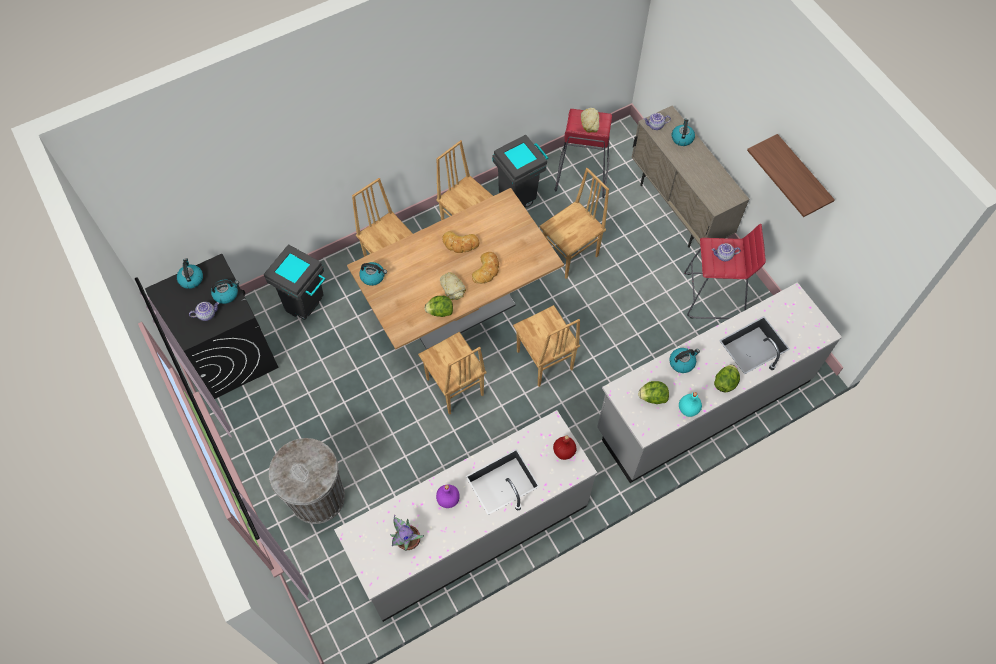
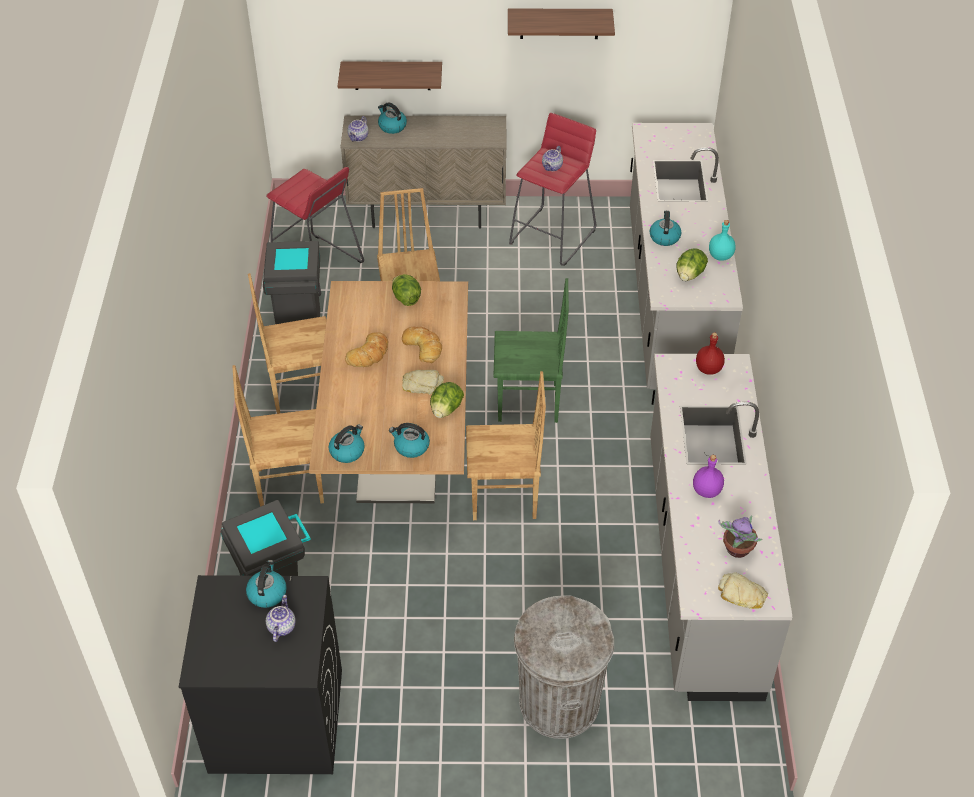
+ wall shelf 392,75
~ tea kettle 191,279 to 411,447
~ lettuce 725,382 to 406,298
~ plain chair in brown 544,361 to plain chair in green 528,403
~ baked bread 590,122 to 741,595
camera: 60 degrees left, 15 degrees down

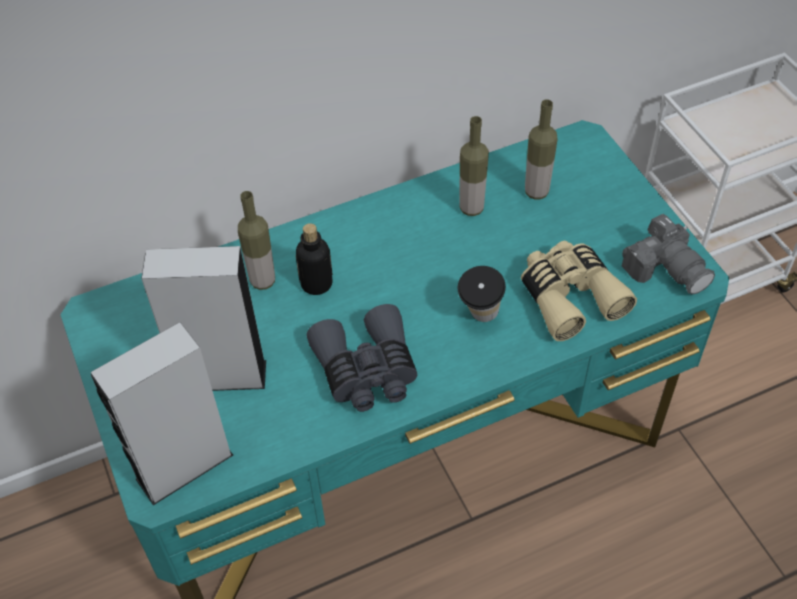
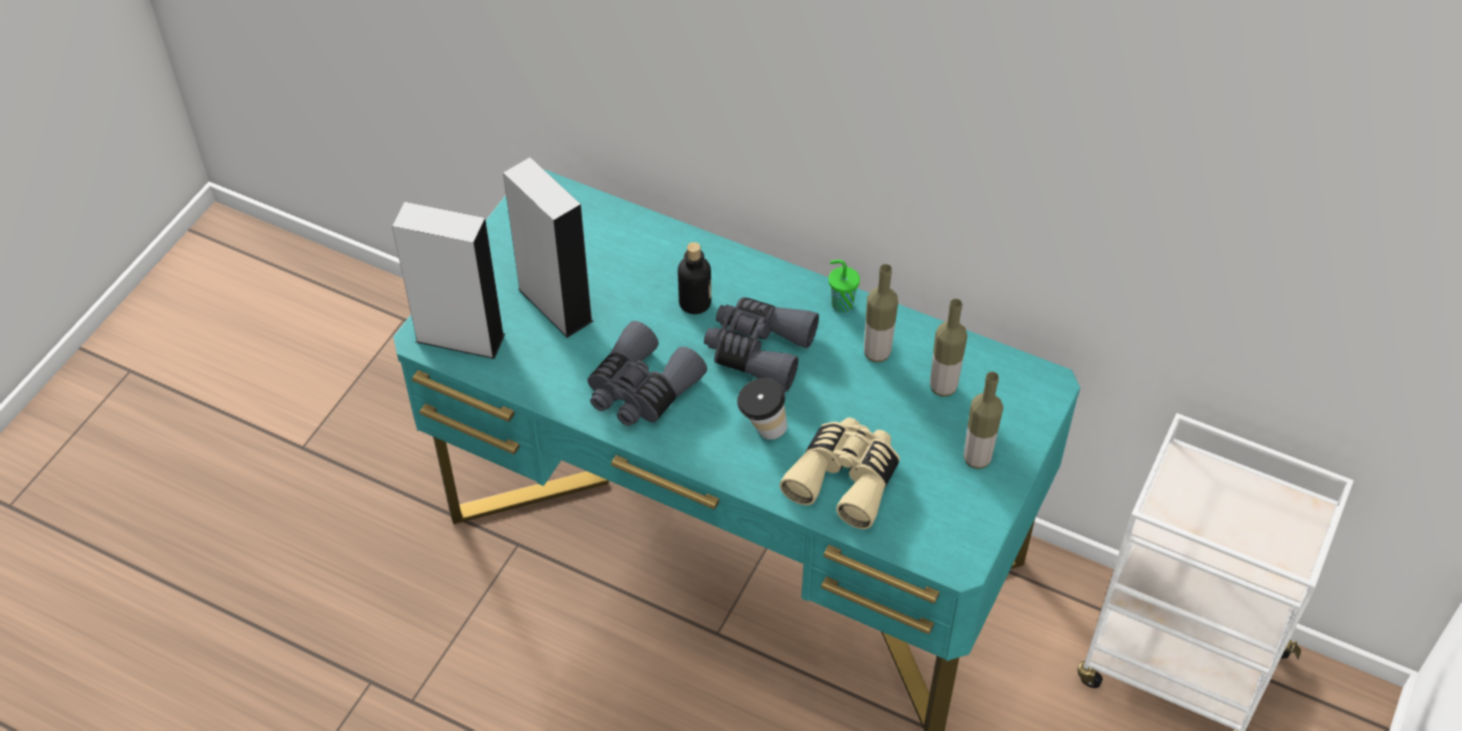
+ field glasses in grey 758,350
+ drinking cup in green 841,304
~ drink bottle 262,281 to 977,458
- still camera 666,268
camera: 50 degrees right, 0 degrees up

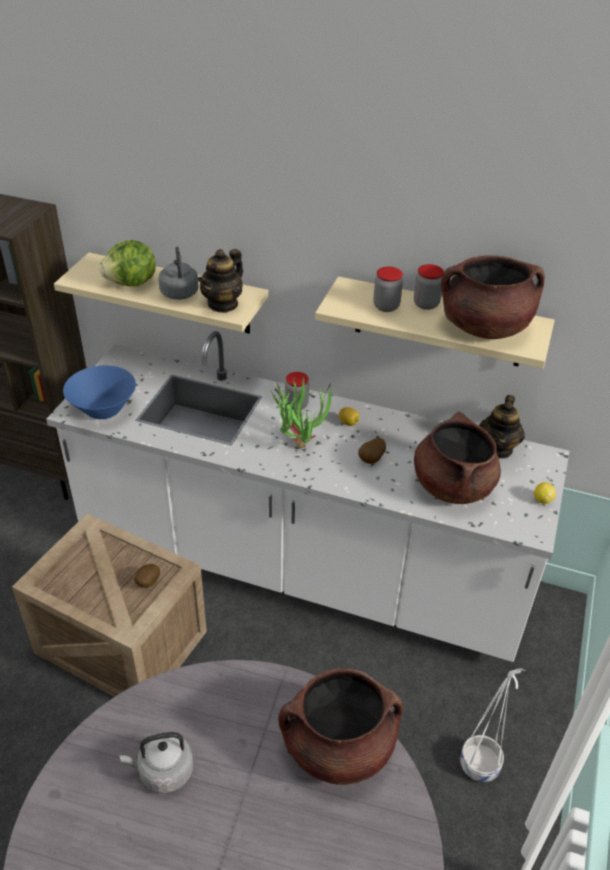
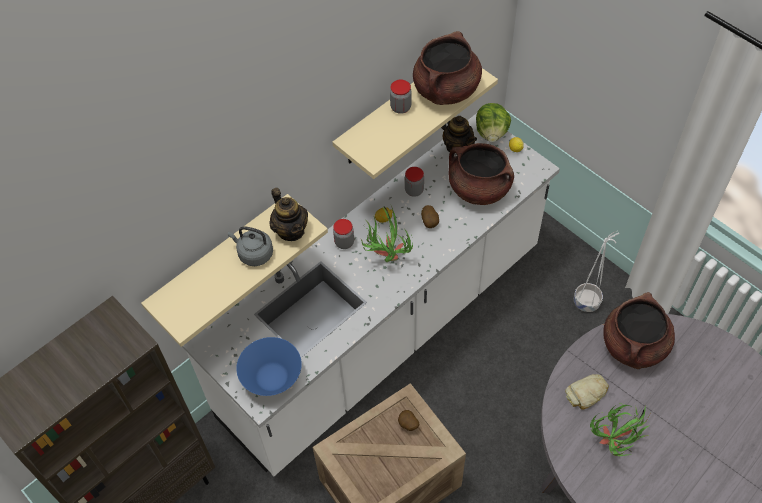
~ storage jar 386,306 to 414,190
~ lettuce 132,283 to 491,133
+ baked bread 587,393
~ tea kettle in grey 163,772 to plant in a pot 615,444
camera: 60 degrees left, 15 degrees up

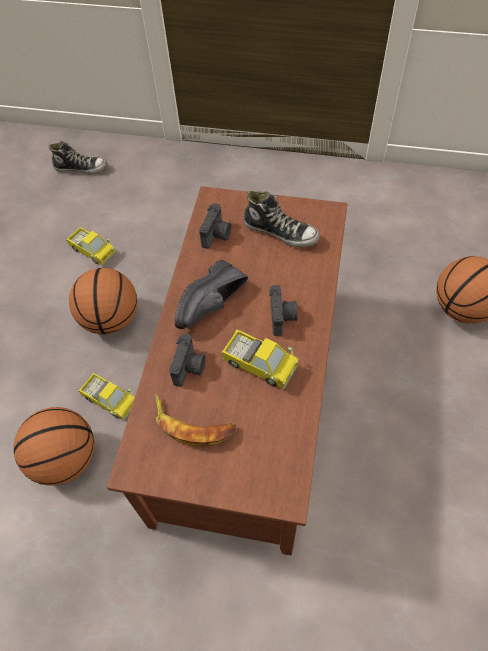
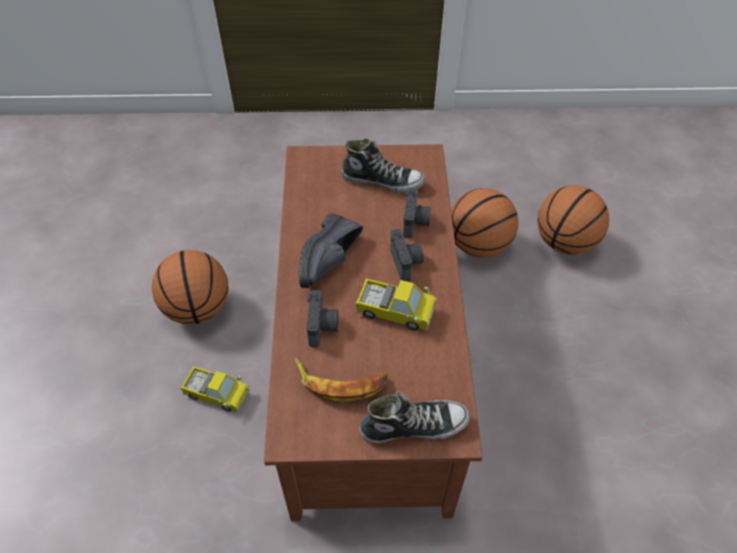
~ shoe 81,168 to 414,426
~ still camera 217,235 to 416,222
~ basketball ball 65,458 to 478,244
- model truck 93,251
camera: 15 degrees left, 5 degrees down

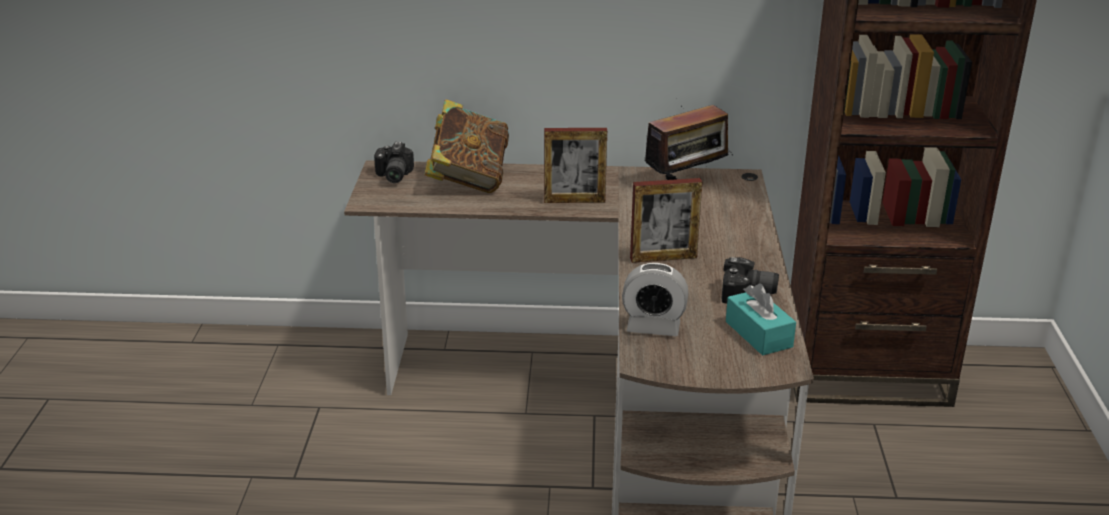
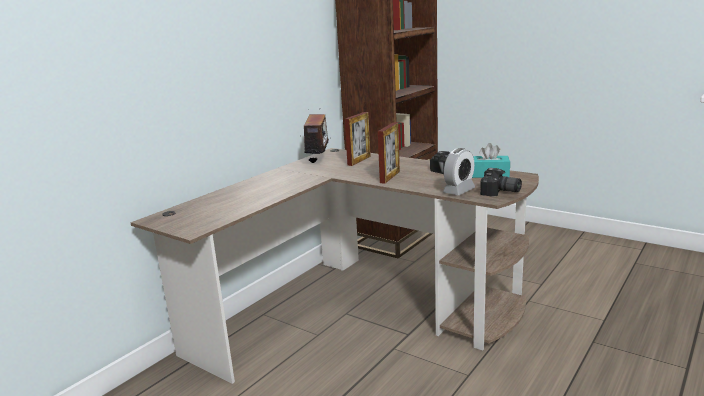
~ picture frame 574,200 to 359,161
~ still camera 392,176 to 500,193
- bound book 468,180
camera: 55 degrees left, 10 degrees down

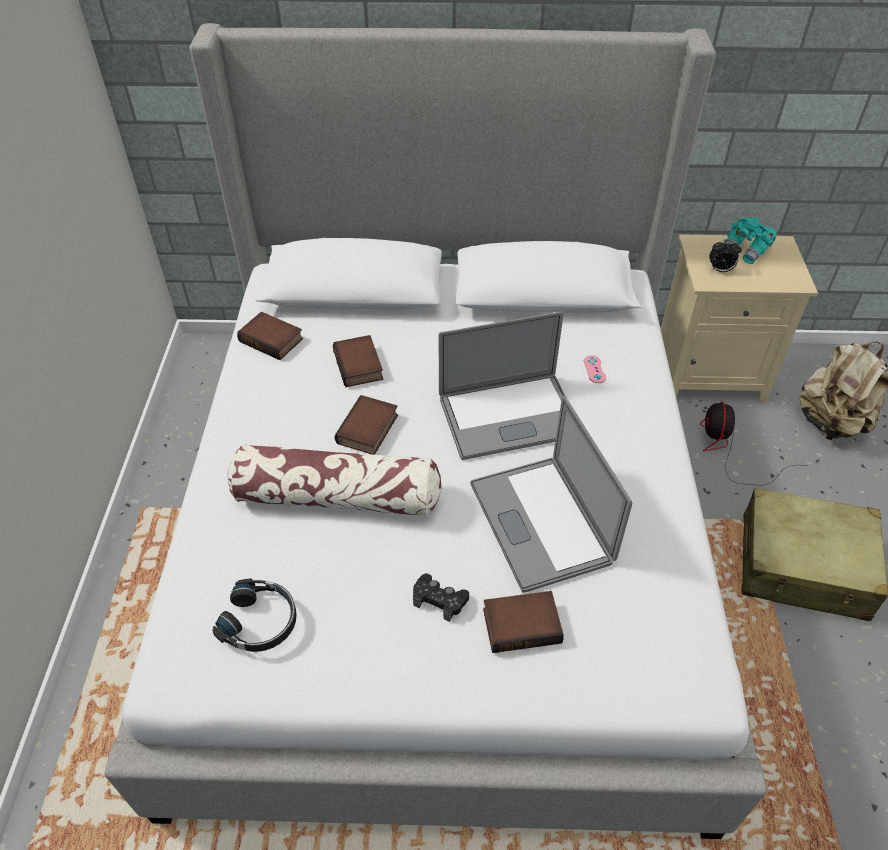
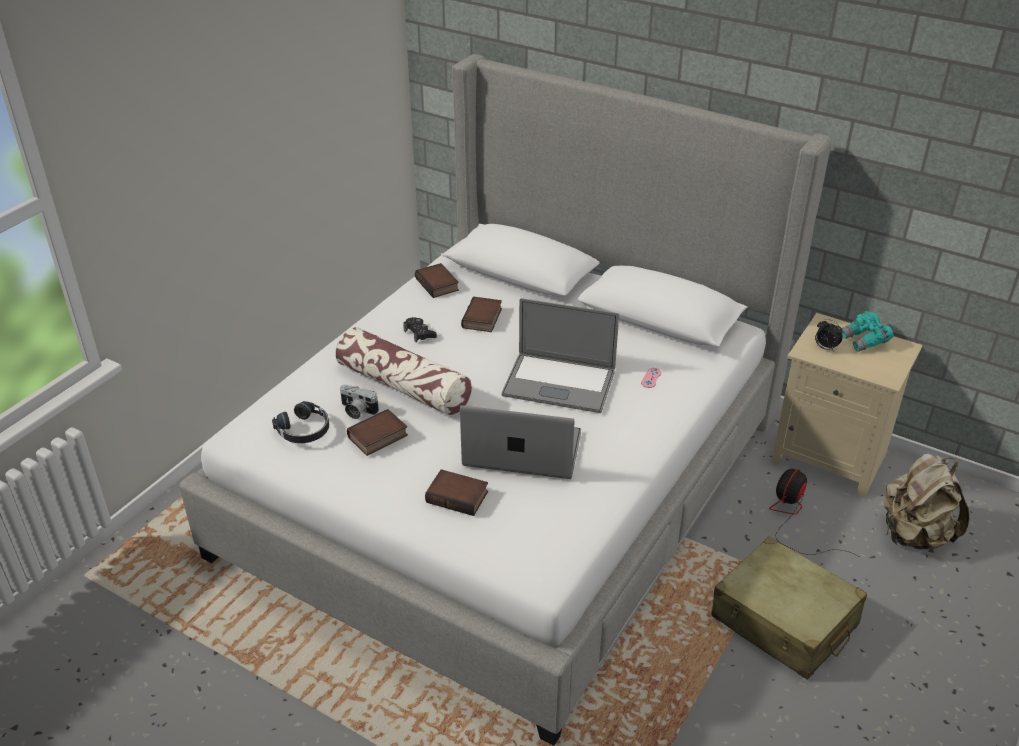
+ still camera 357,411
~ bound book 368,430 to 378,437
~ gamepad in black-coloured 439,600 to 419,333
~ notebook computer 540,522 = 522,449 90 degrees clockwise
camera: 30 degrees right, 10 degrees down

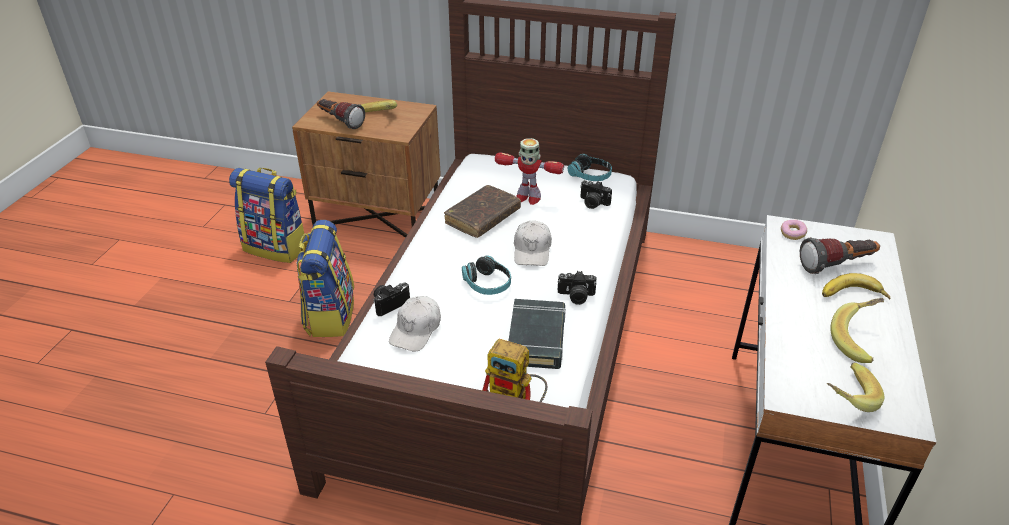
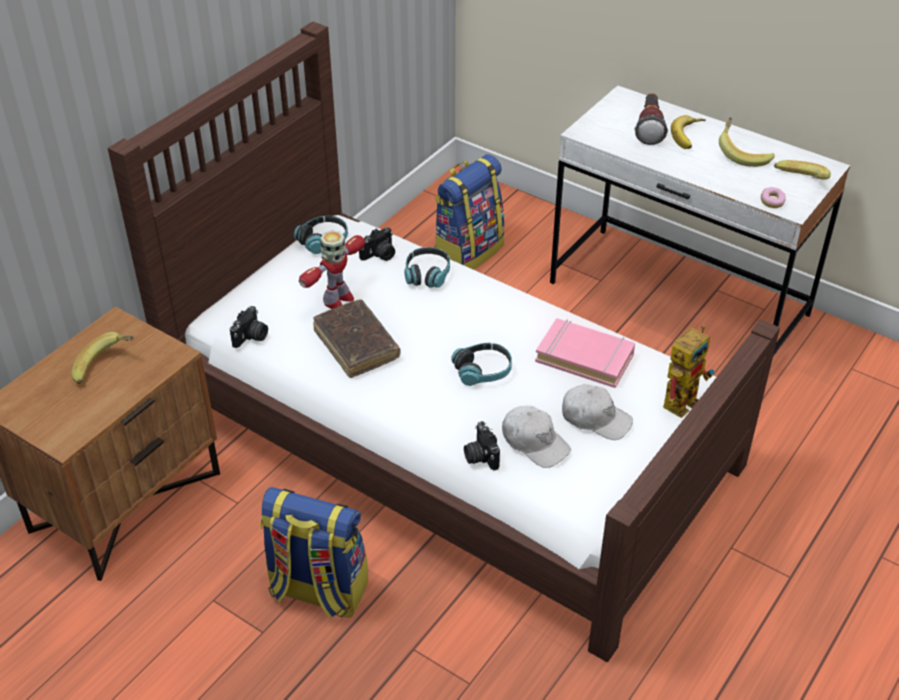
~ still camera 576,296 to 251,337
+ headset 427,274
~ knapsack 277,247 to 467,252
~ bound book in black-coloured 537,338 to bound book in pink-coloured 585,357
~ cap in white-coloured 532,250 to 595,418
~ doughnut 792,234 to 772,202
- flashlight 339,121
camera: 70 degrees left, 5 degrees up

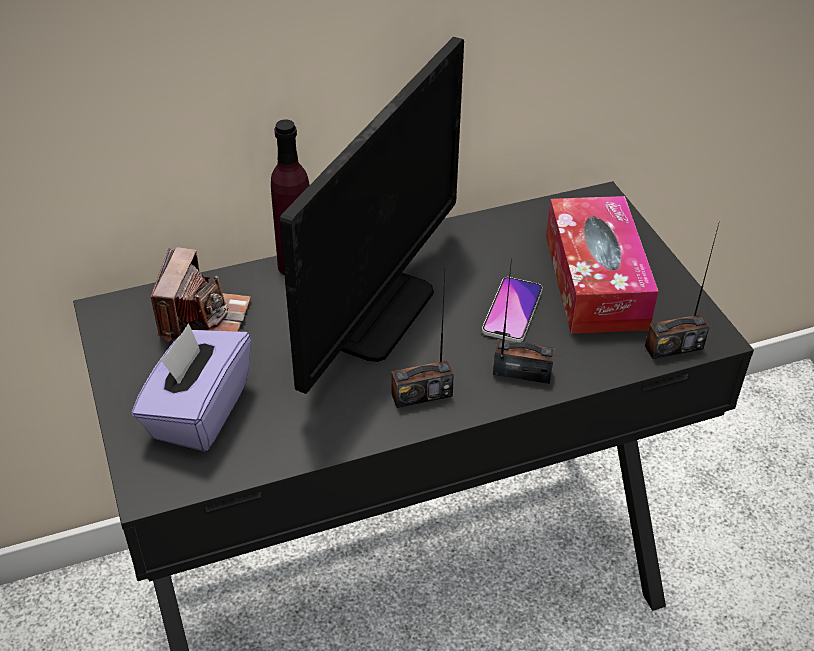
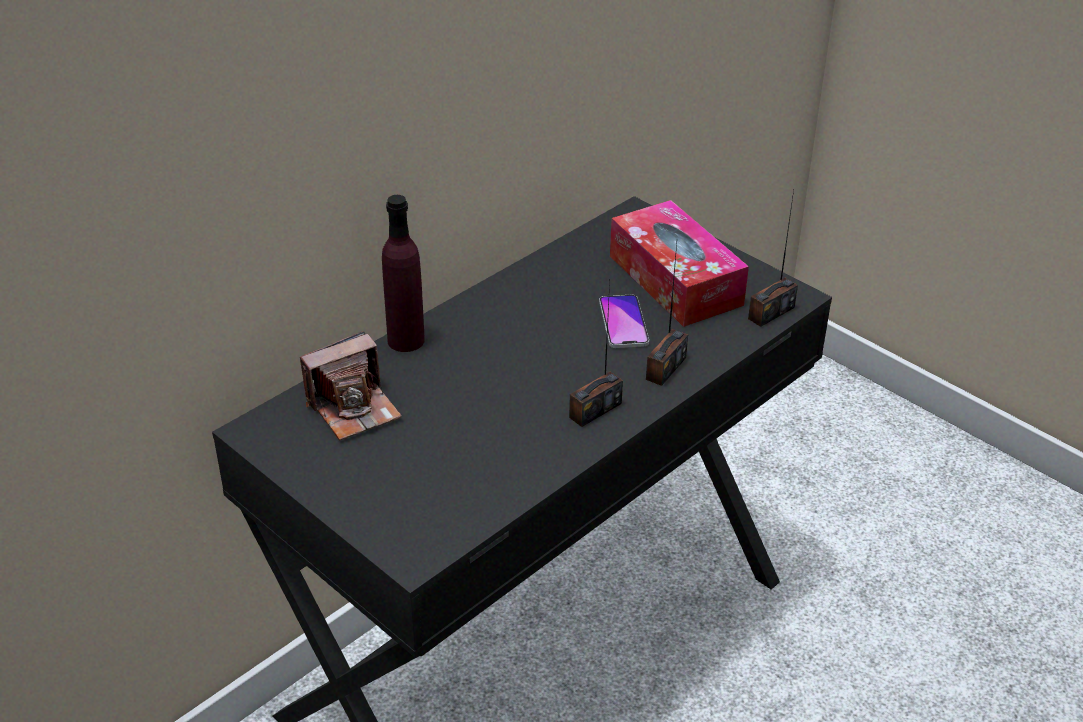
~ still camera 204,318 = 354,408 75 degrees clockwise
~ radio receiver 522,373 = 665,368 135 degrees clockwise
- tissue box in purple-coloured 198,411
- monitor 374,312
camera: 25 degrees left, 5 degrees down

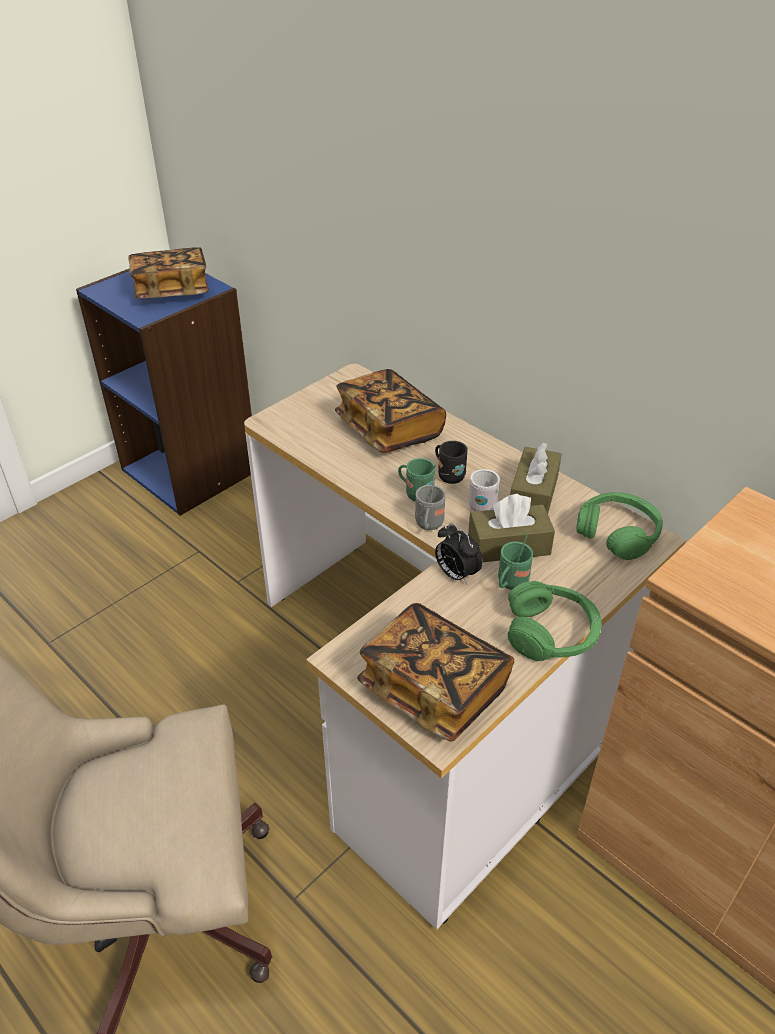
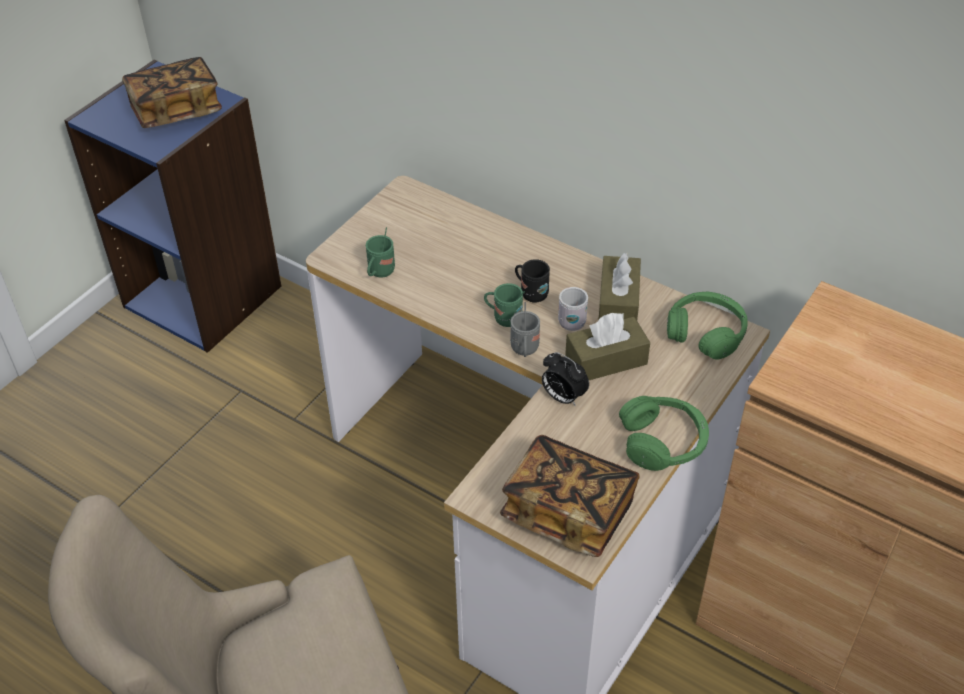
~ coffee mug in green 510,585 to 379,273
- bound book 389,429
camera: 10 degrees left, 5 degrees up

